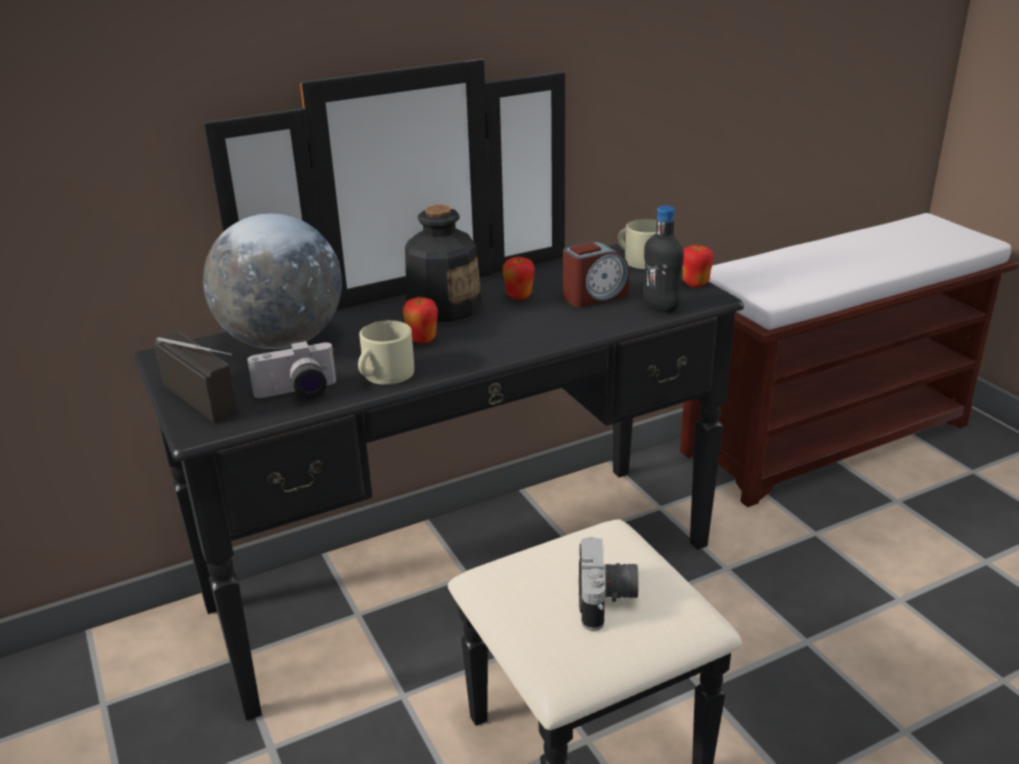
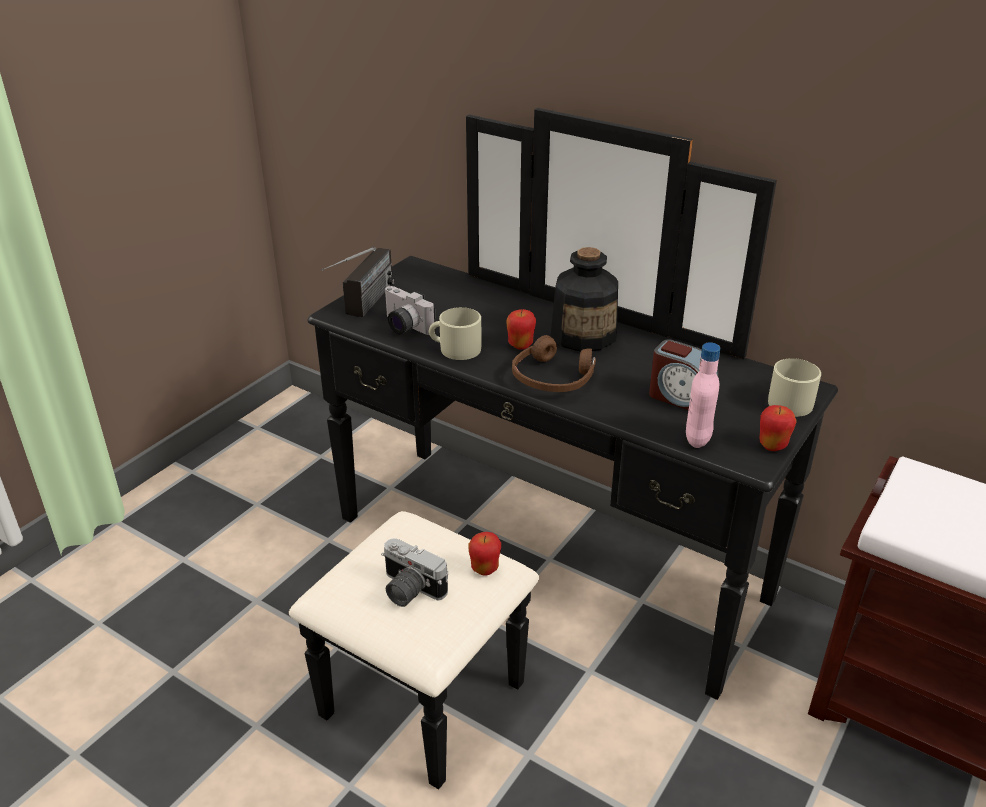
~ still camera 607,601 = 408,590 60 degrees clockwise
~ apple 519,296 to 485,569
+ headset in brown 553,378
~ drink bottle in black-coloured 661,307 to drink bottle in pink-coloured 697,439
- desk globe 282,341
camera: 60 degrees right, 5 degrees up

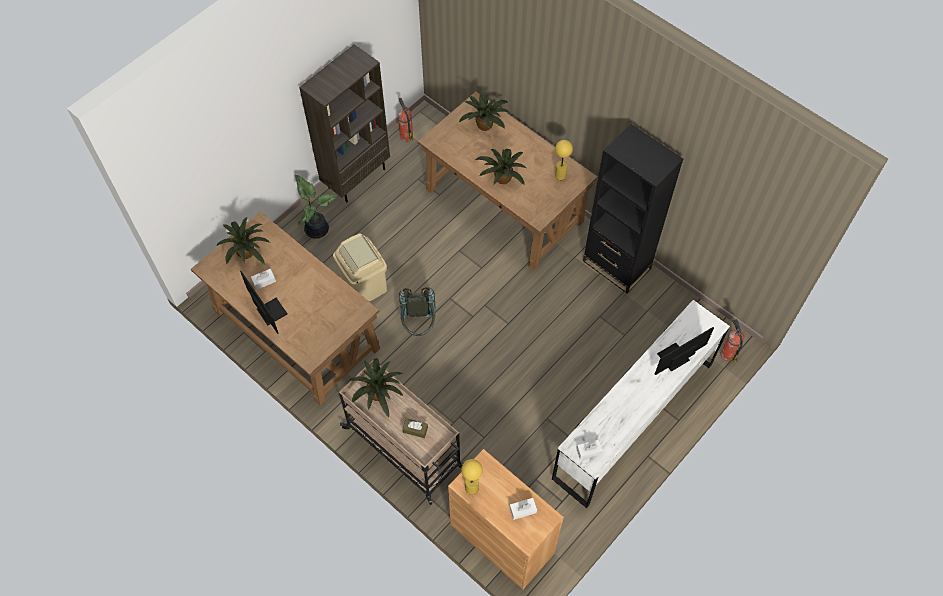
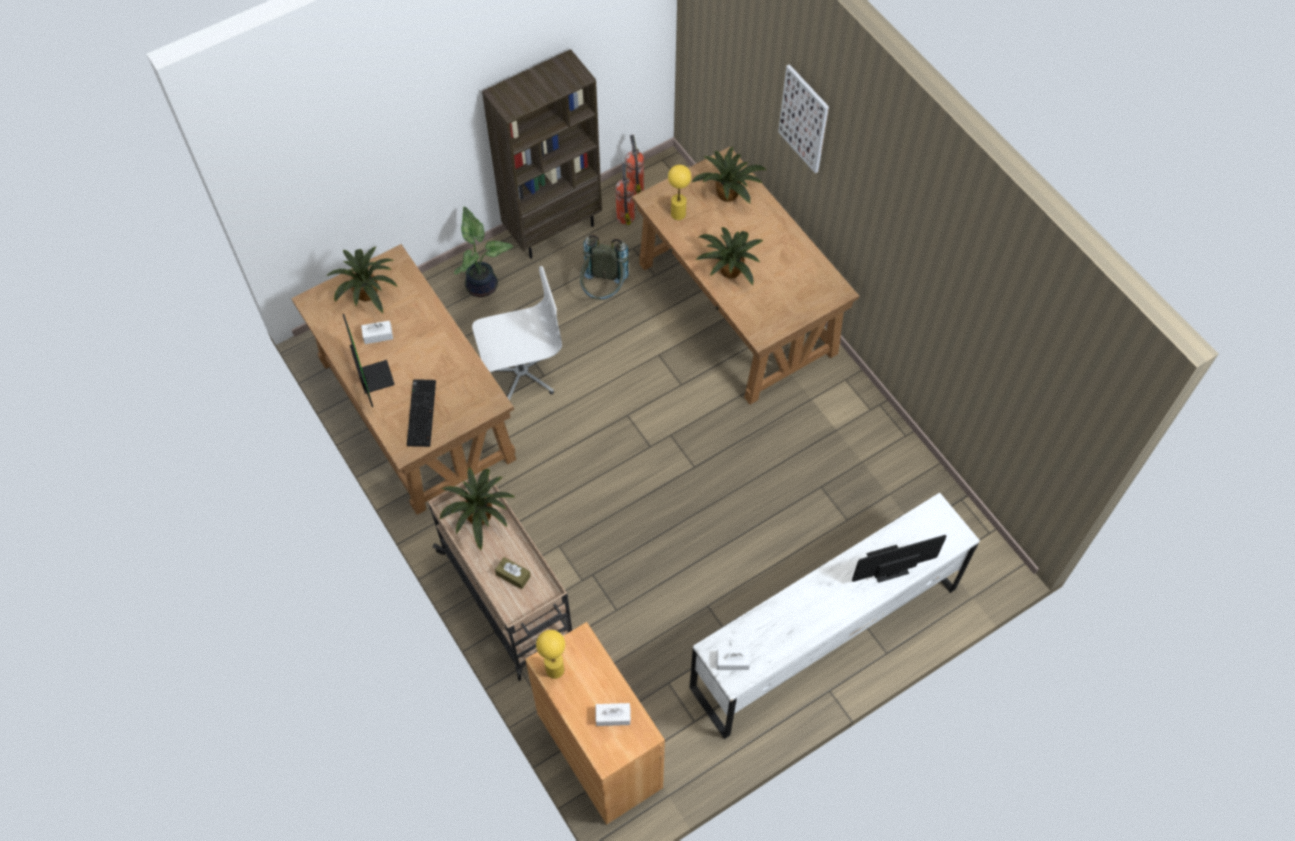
+ PC keyboard 420,412
~ rubbish bin in sand-coloured 364,285 to desk chair in white-coloured 521,372
~ knapsack in grey 418,325 to 603,291
~ extinguisher 727,353 to 625,216
~ table lamp in yellow 560,175 to 678,214
+ wall art 804,119
- bookcase in black-coloured 616,265
camera: 15 degrees right, 0 degrees up

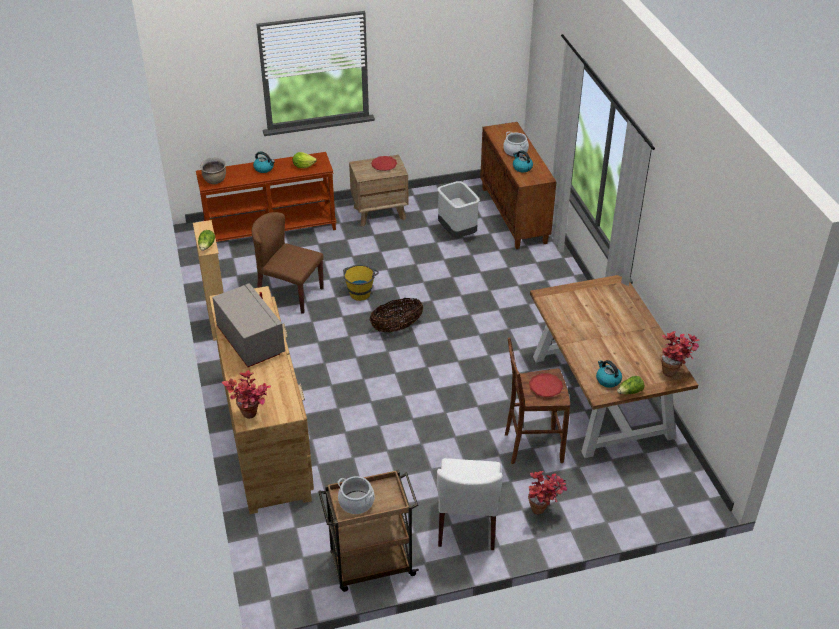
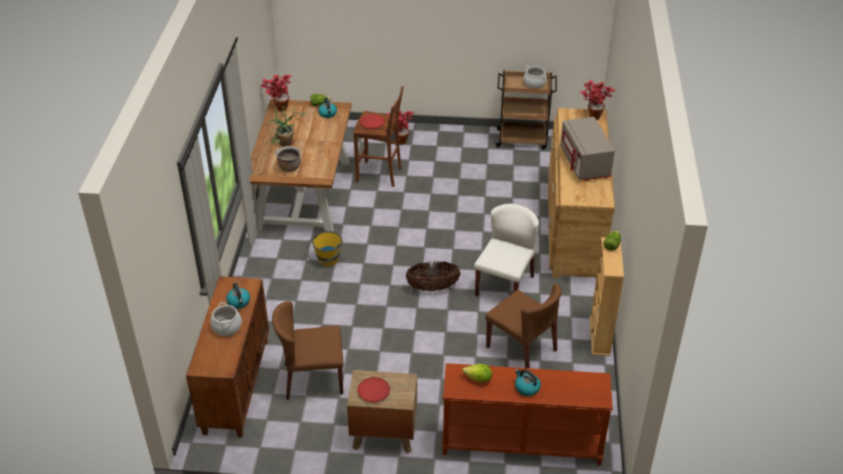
+ plant in a pot 286,145
~ rubbish bin in grey 457,233 to plain chair in brown 313,379
~ stockpot in brown 215,180 to 289,167
~ pail in yellow 361,291 to 326,262
~ plain chair in white-coloured 467,523 to 504,285
camera: 160 degrees left, 0 degrees up

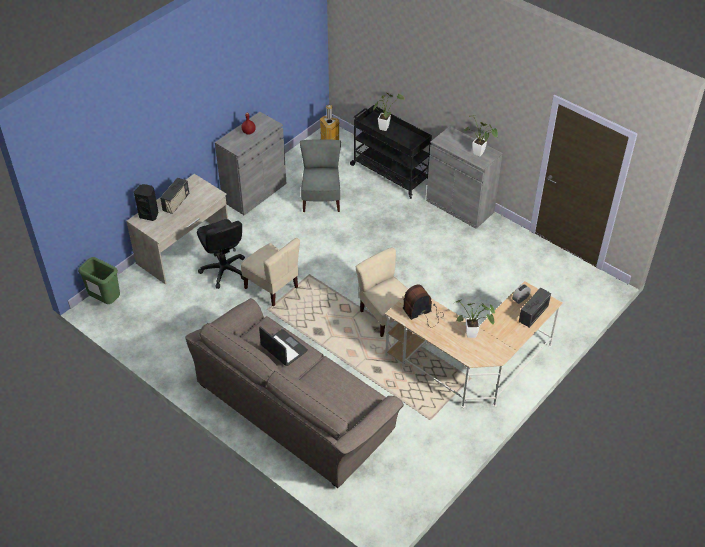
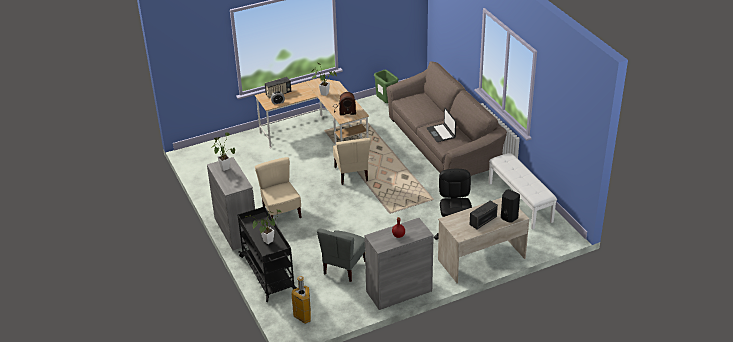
~ plain chair in sand-coloured 272,287 to 281,213
~ rubbish bin in green 105,300 to 386,103
+ long seat in white-coloured 520,202
camera: 155 degrees left, 10 degrees down

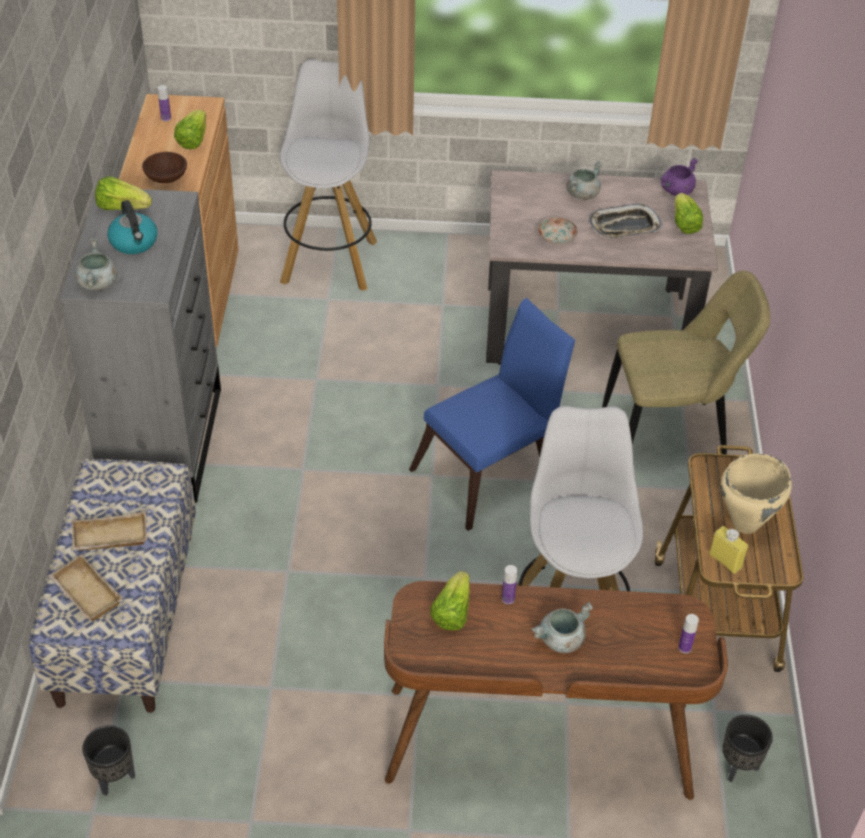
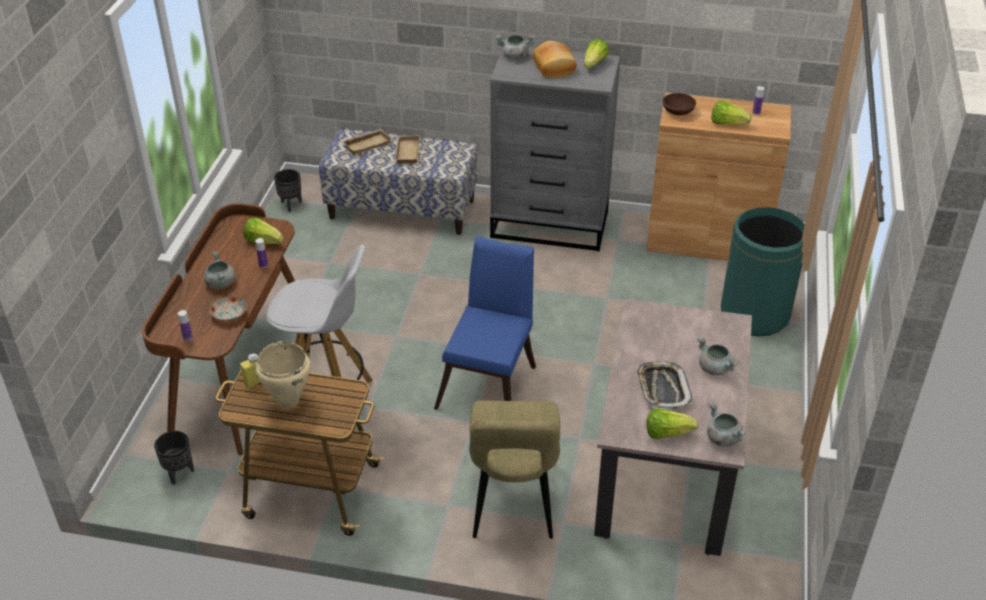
~ plate 557,237 to 229,315
~ plain chair in blue 491,473 = 490,382 135 degrees counterclockwise
~ tea kettle 134,243 to baked bread 555,68
~ stockpot in purple-coloured 676,191 to stockpot in grey 722,438
~ sitting stool in white-coloured 329,261 to rubbish bin in green 754,314
camera: 100 degrees right, 5 degrees down

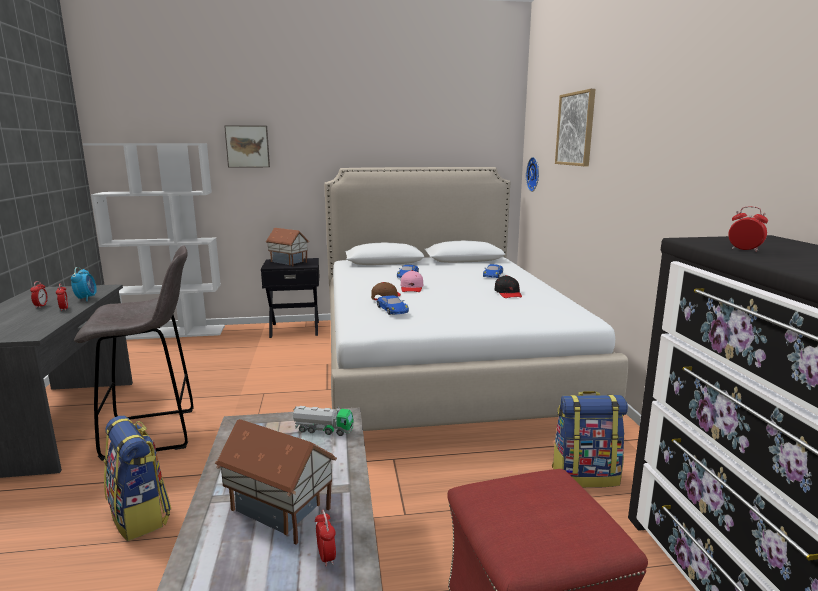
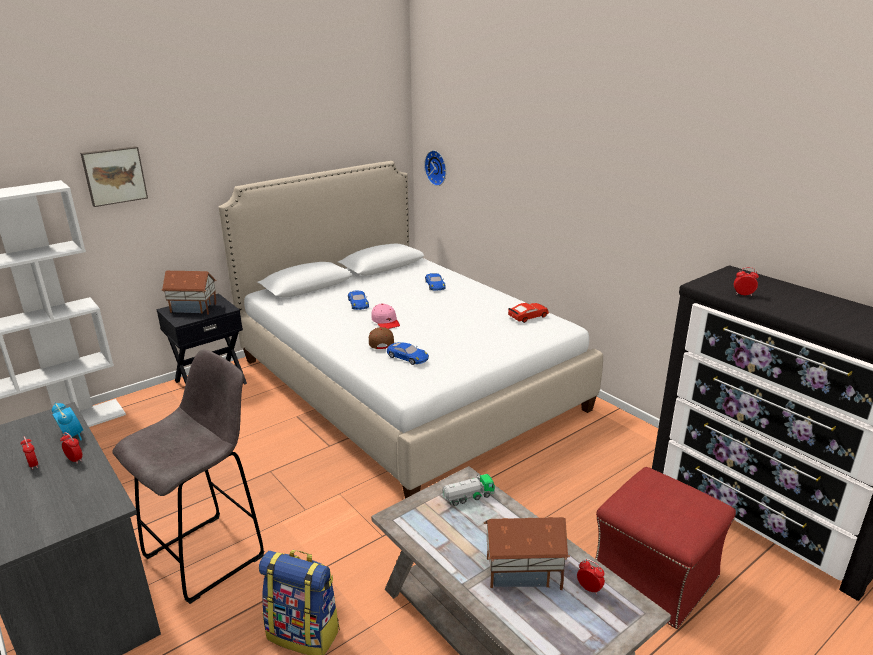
+ toy car in red-coloured 528,316
- cap in black-coloured 508,293
- knapsack 585,475
- wall art 575,129
camera: 30 degrees left, 10 degrees up

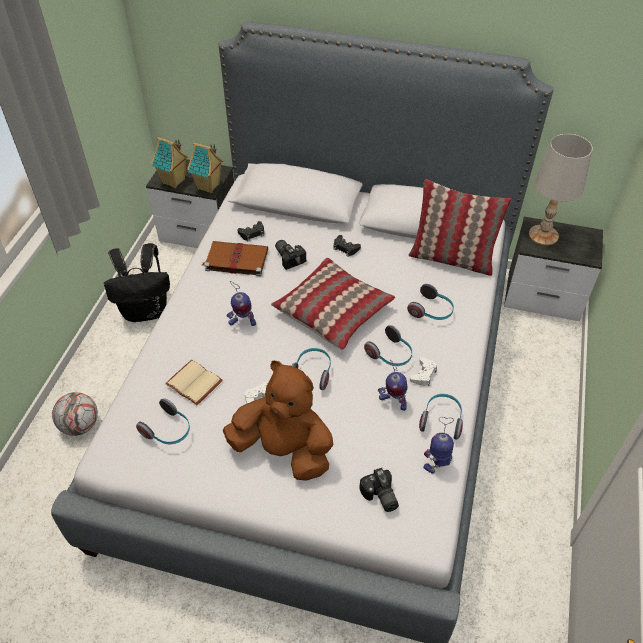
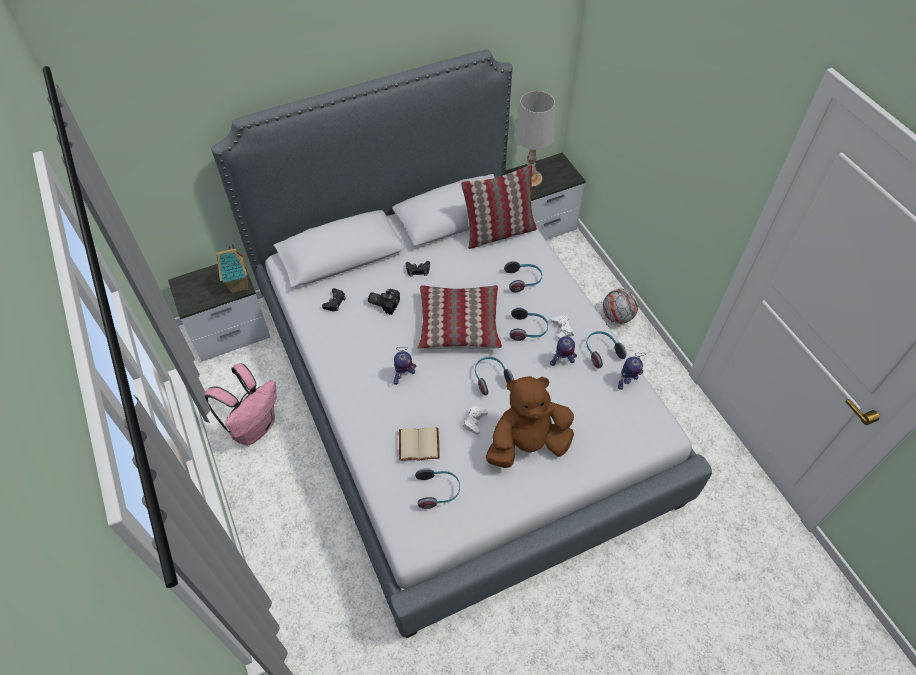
~ knapsack in black-coloured 146,310 to knapsack in pink-coloured 254,427
~ football 80,425 to 617,316
~ toy robot 438,463 = 627,381 150 degrees counterclockwise
- model house 174,182
- bound book in brown 235,260
- still camera 379,497
camera: 40 degrees left, 5 degrees up

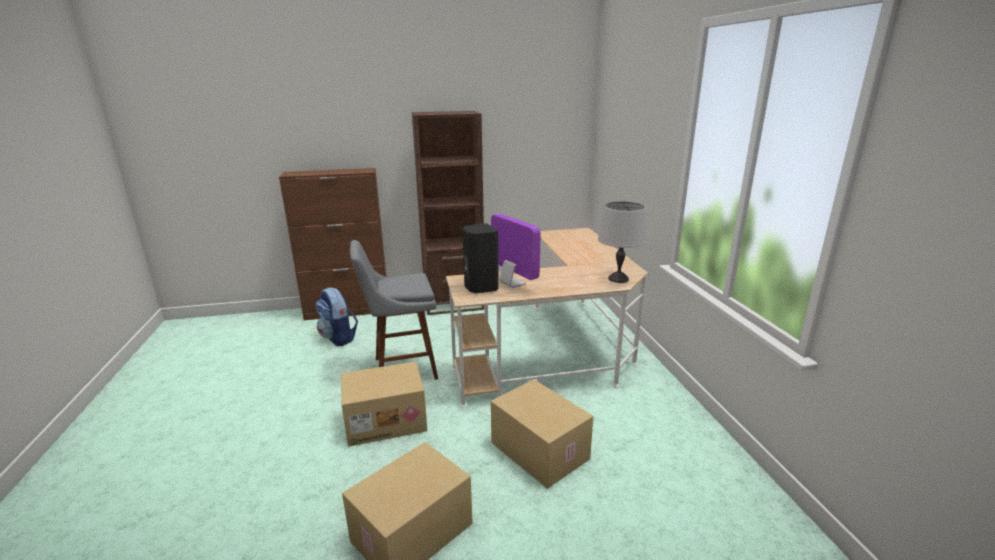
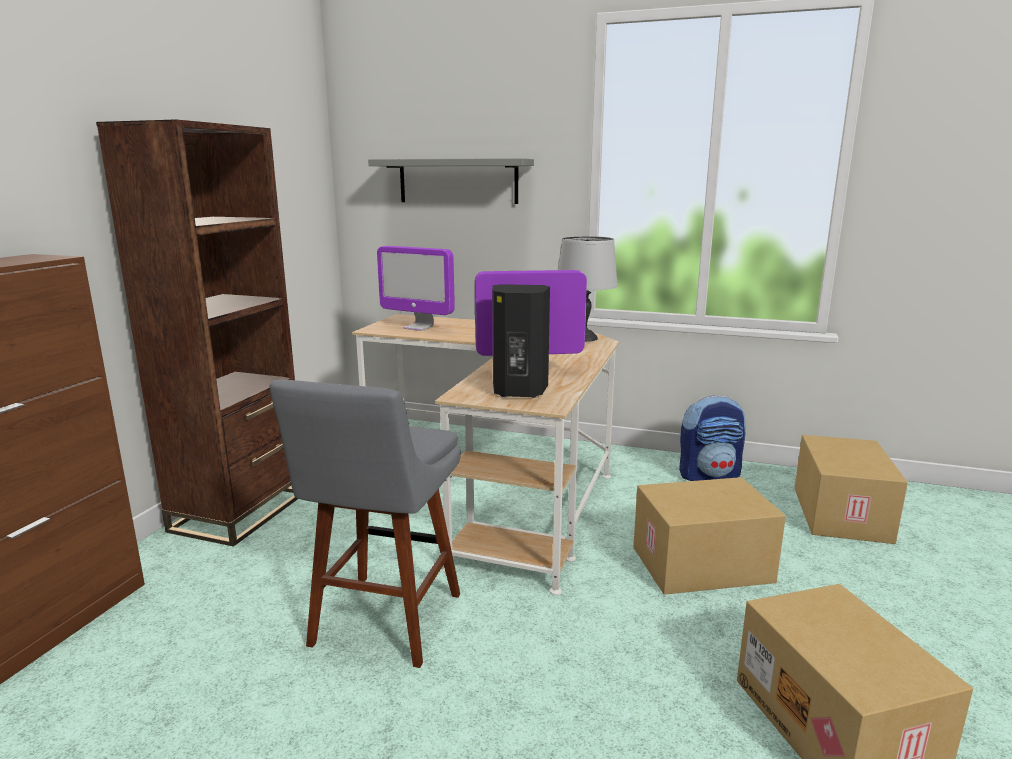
+ wall shelf in grey 458,181
+ monitor 418,327
~ knapsack 339,338 to 709,475
~ carton 386,420 to 838,513
camera: 60 degrees left, 5 degrees down

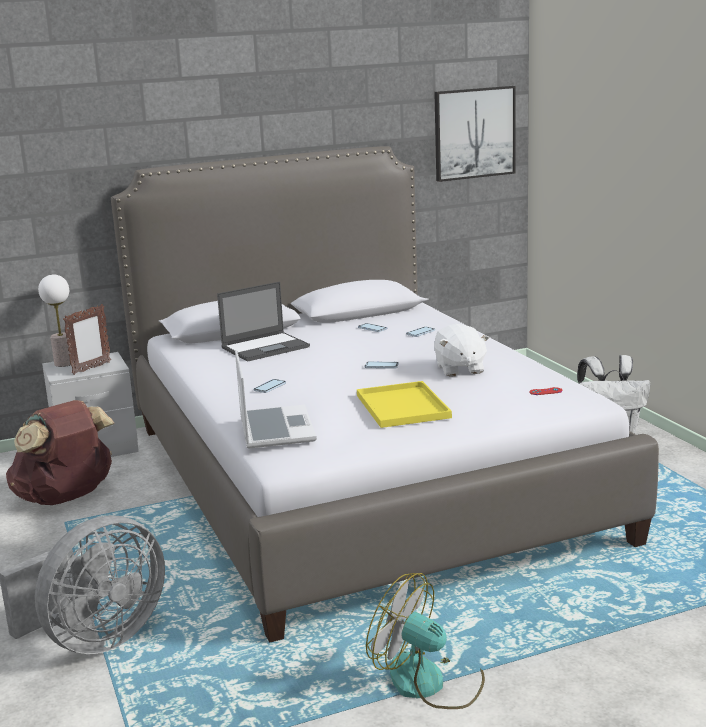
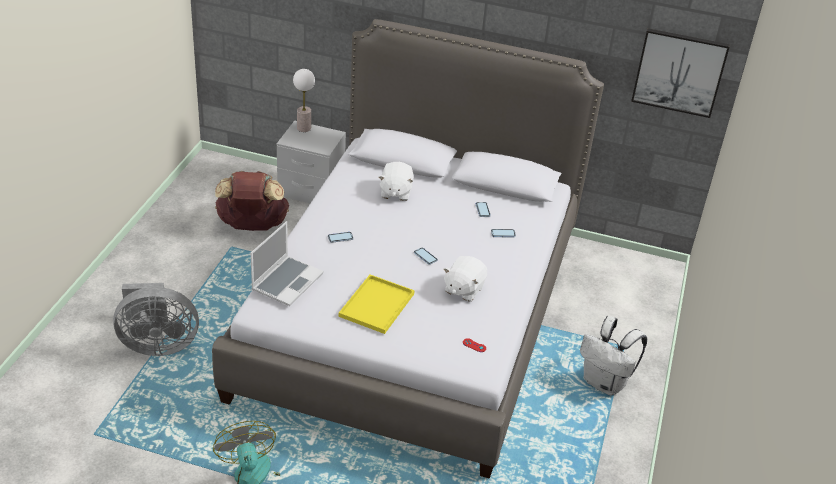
~ notebook computer 266,347 to cuddly toy in white-coloured 395,192
- picture frame 91,368
camera: 35 degrees right, 20 degrees up

